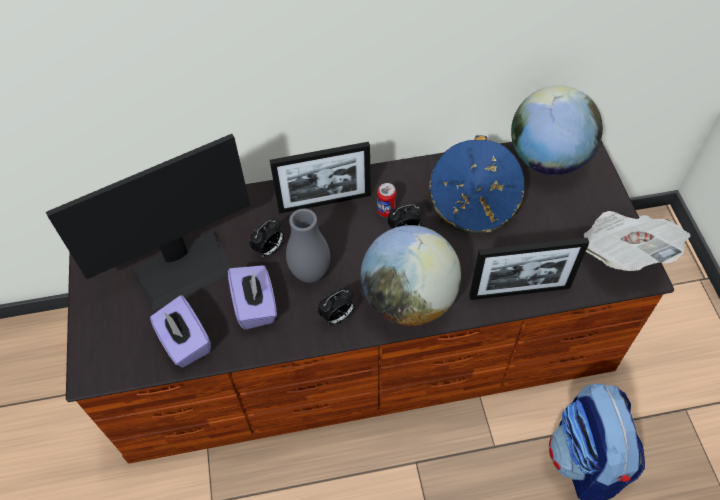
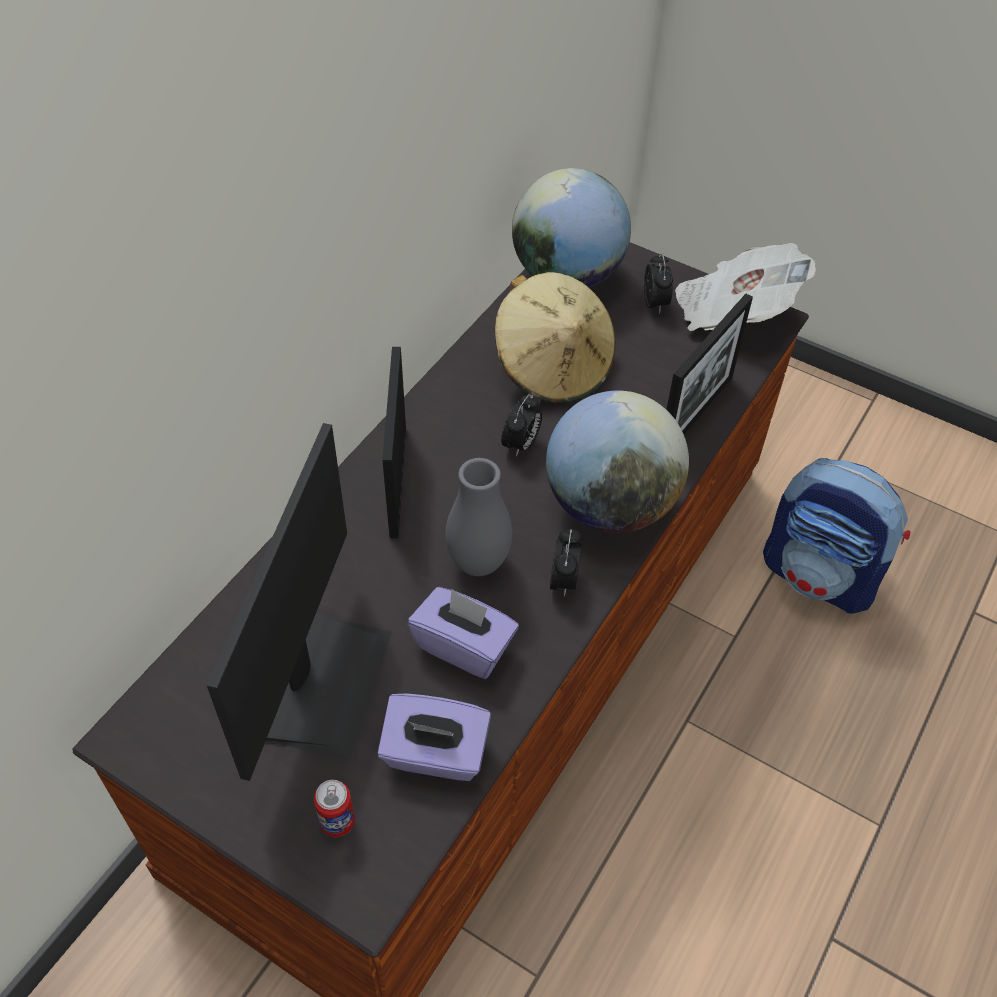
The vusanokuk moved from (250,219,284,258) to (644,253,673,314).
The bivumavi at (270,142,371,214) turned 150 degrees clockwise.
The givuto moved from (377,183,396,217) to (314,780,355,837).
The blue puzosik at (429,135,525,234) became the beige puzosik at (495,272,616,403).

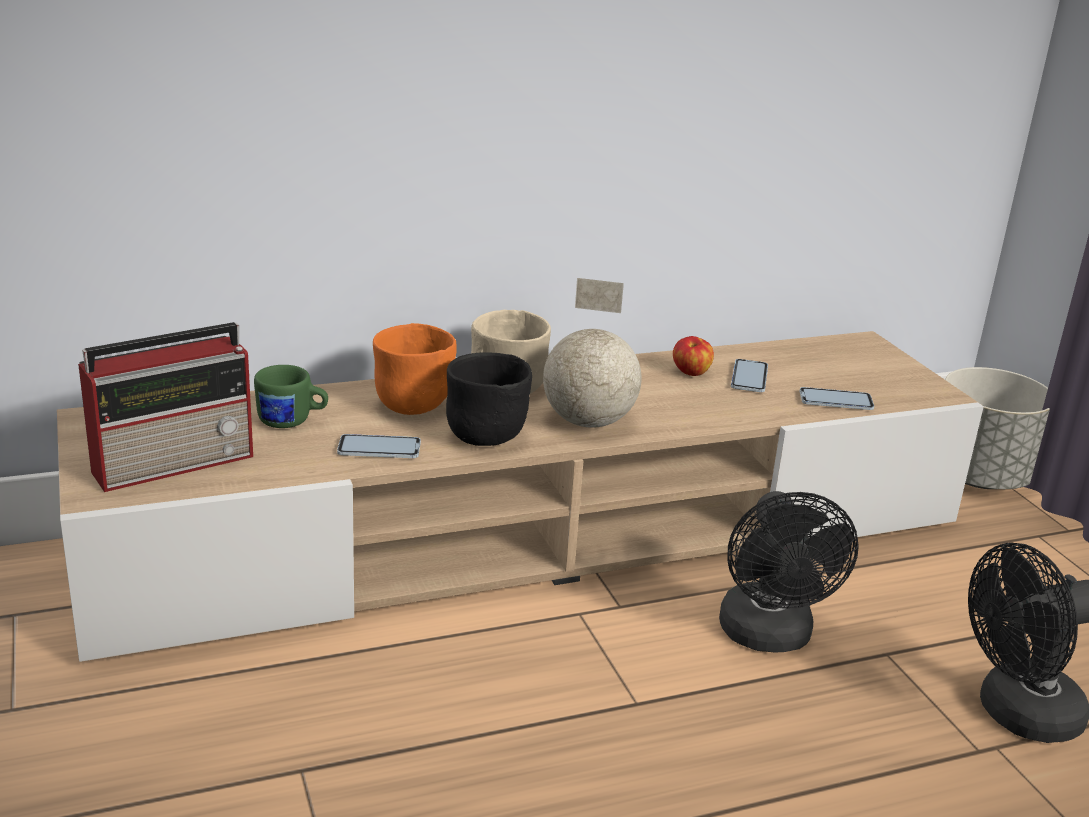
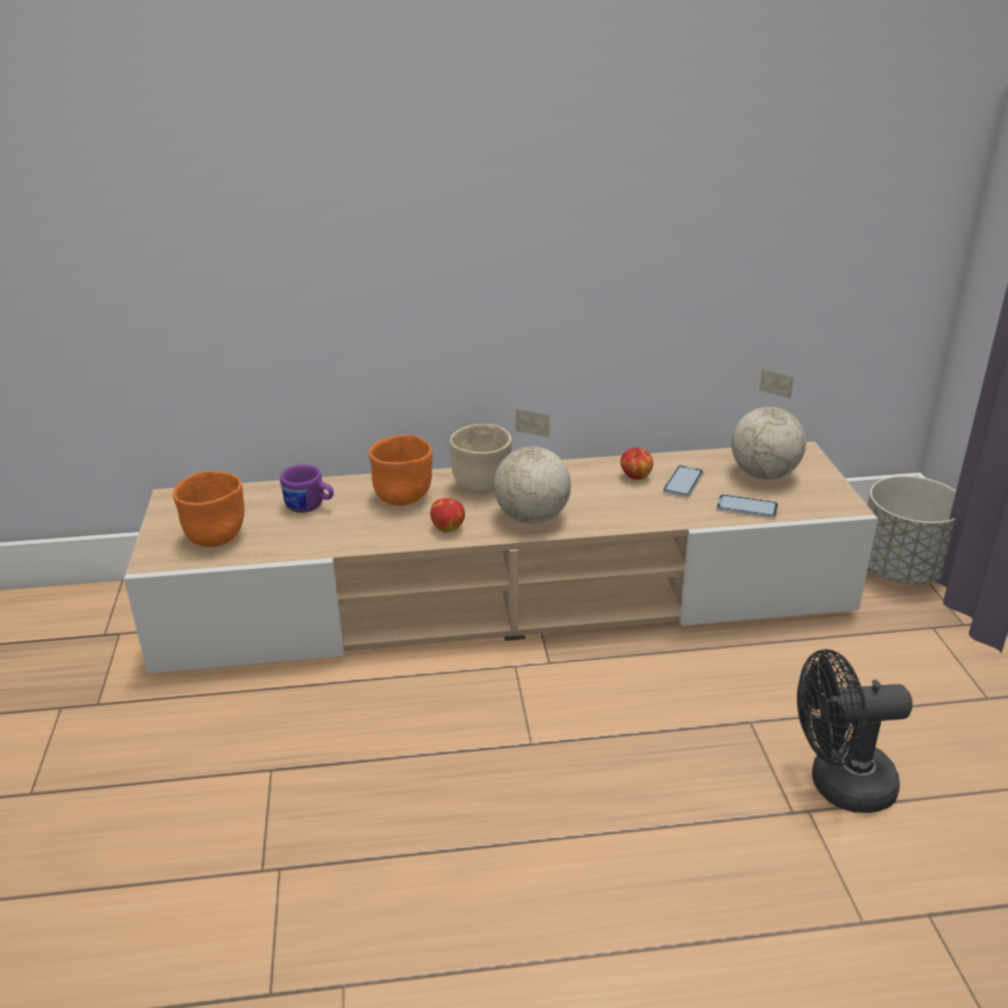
The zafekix at (78,322,253,492) was replaced by the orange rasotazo at (173,471,244,547).
The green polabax at (254,365,328,428) became the purple polabax at (280,464,334,513).
The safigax at (337,434,421,458) disappeared.
The black rasotazo at (446,352,532,446) was replaced by the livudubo at (430,498,465,533).
The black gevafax at (719,491,859,653) disappeared.
The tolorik at (731,369,806,480) appeared.

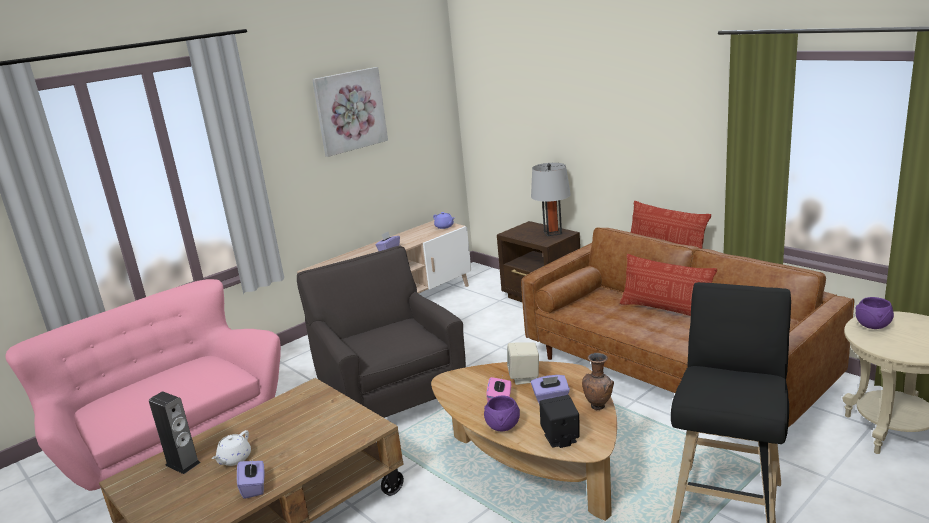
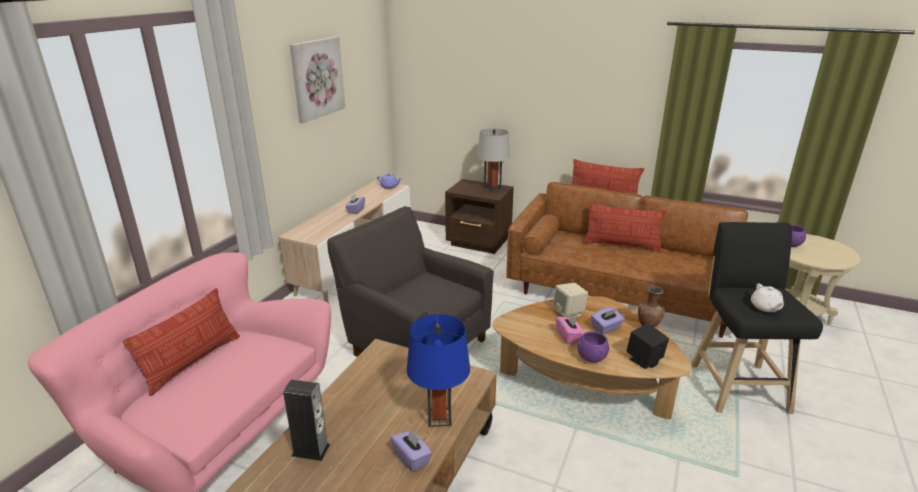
The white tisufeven moved from (212,430,251,466) to (751,284,784,312).
The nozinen at (123,288,240,396) appeared.
The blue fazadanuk at (407,314,470,427) appeared.

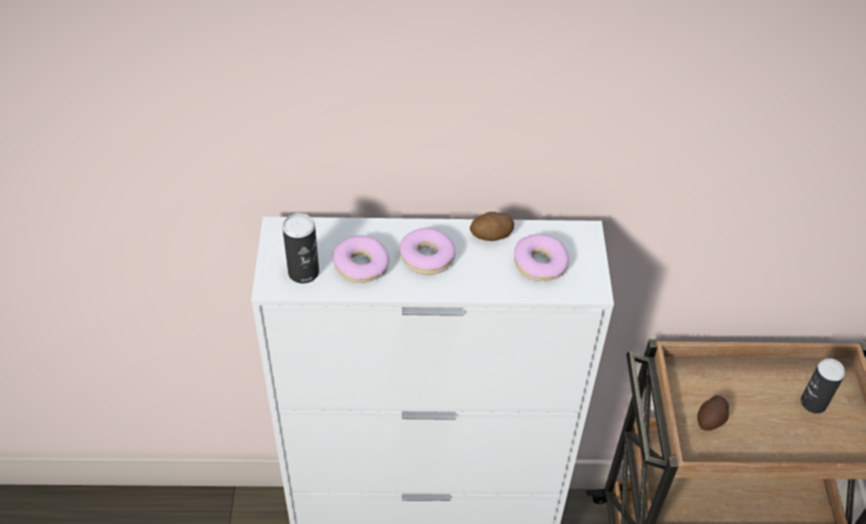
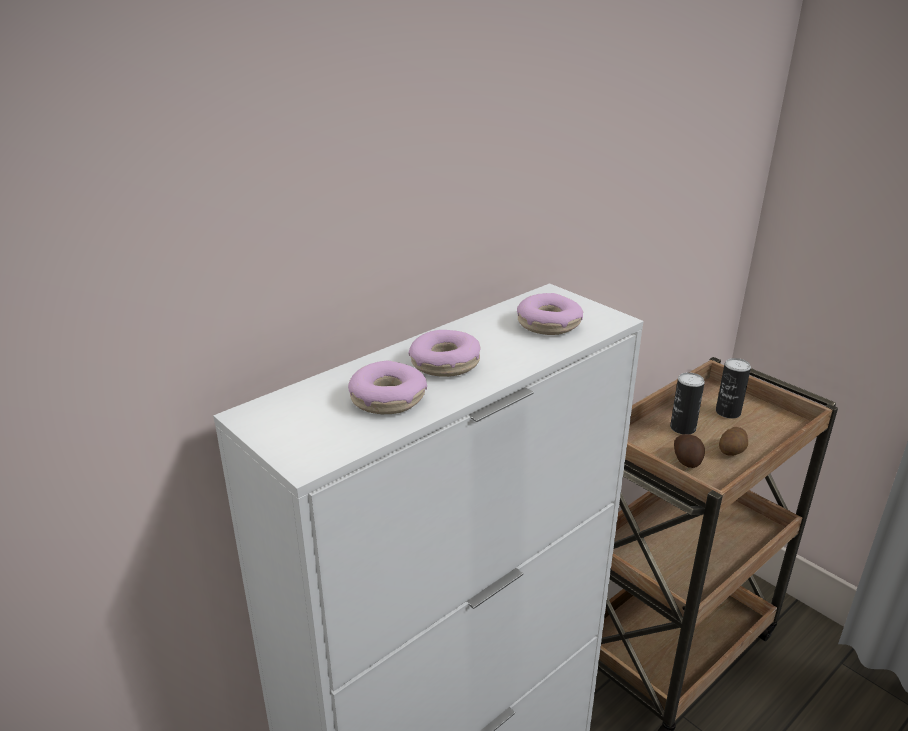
The givuto moved from (282,213,319,283) to (670,372,705,434).
The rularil moved from (470,212,514,241) to (719,427,748,456).

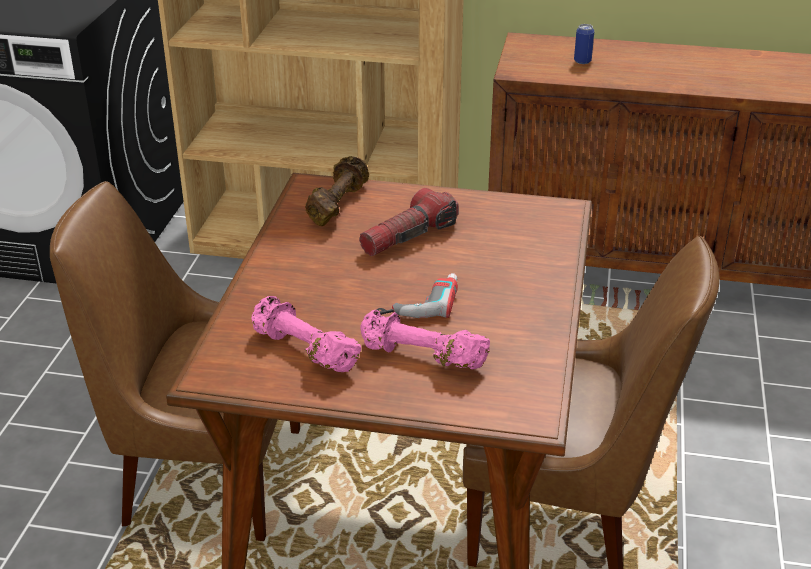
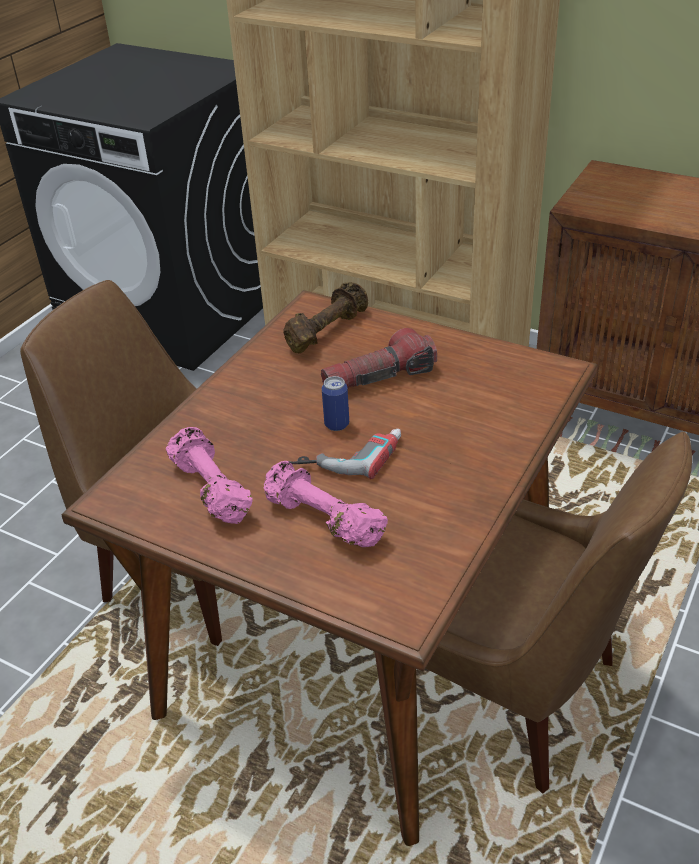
The givuto moved from (574,24,594,64) to (322,376,349,431).

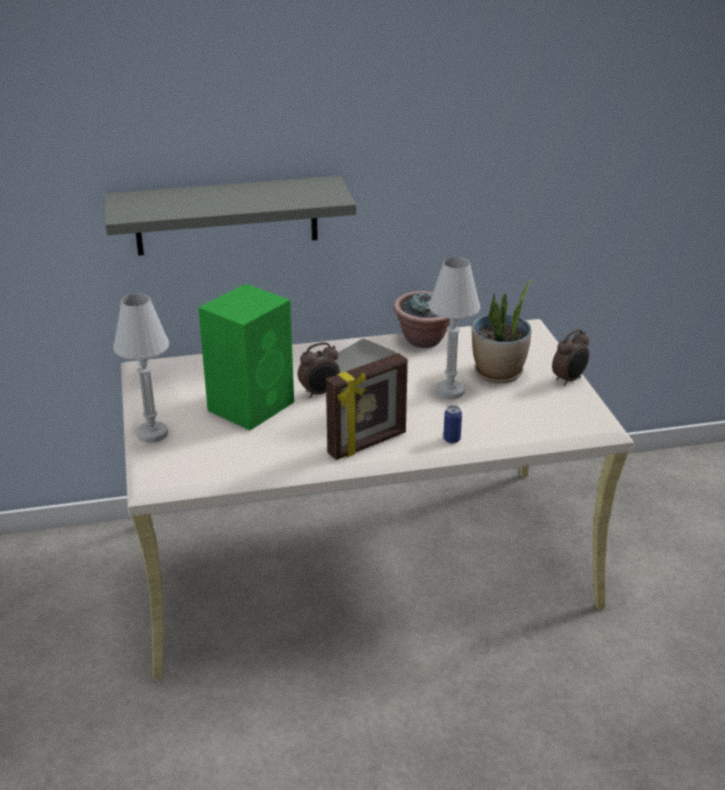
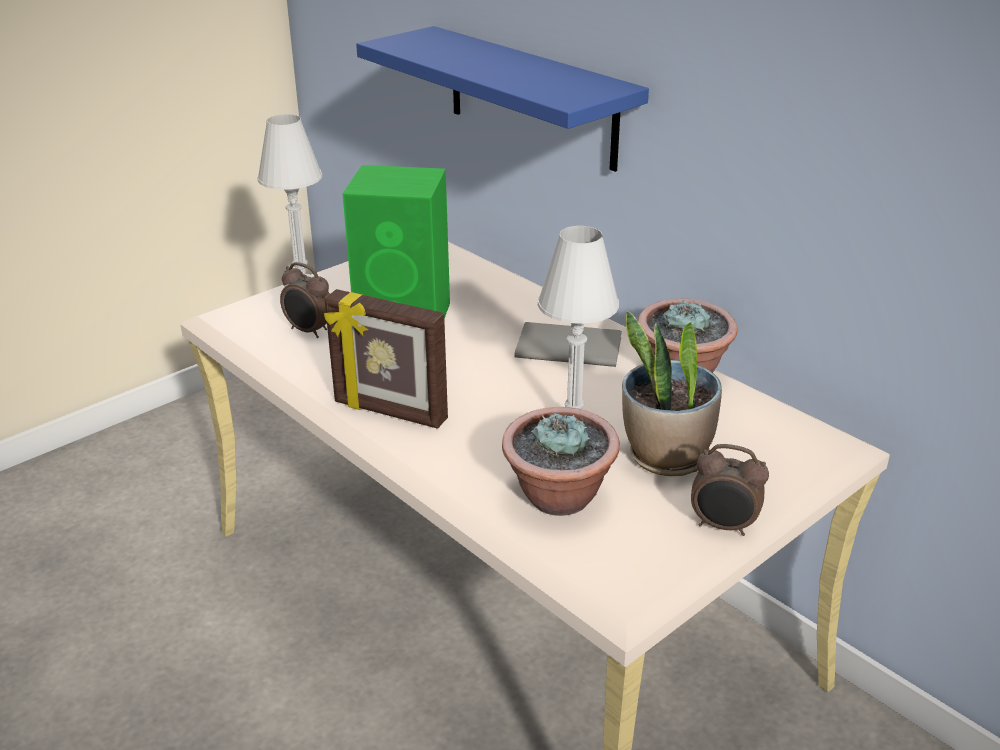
The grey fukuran at (104,176,356,256) became the blue fukuran at (356,26,649,172).
The vusanokuk moved from (298,342,340,398) to (280,262,330,338).
The givuto at (443,405,462,443) disappeared.
The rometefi at (502,407,620,516) appeared.

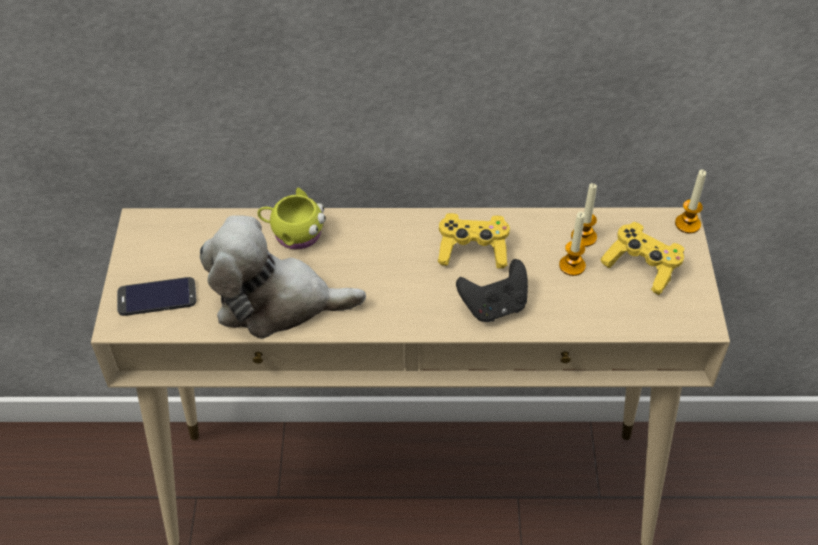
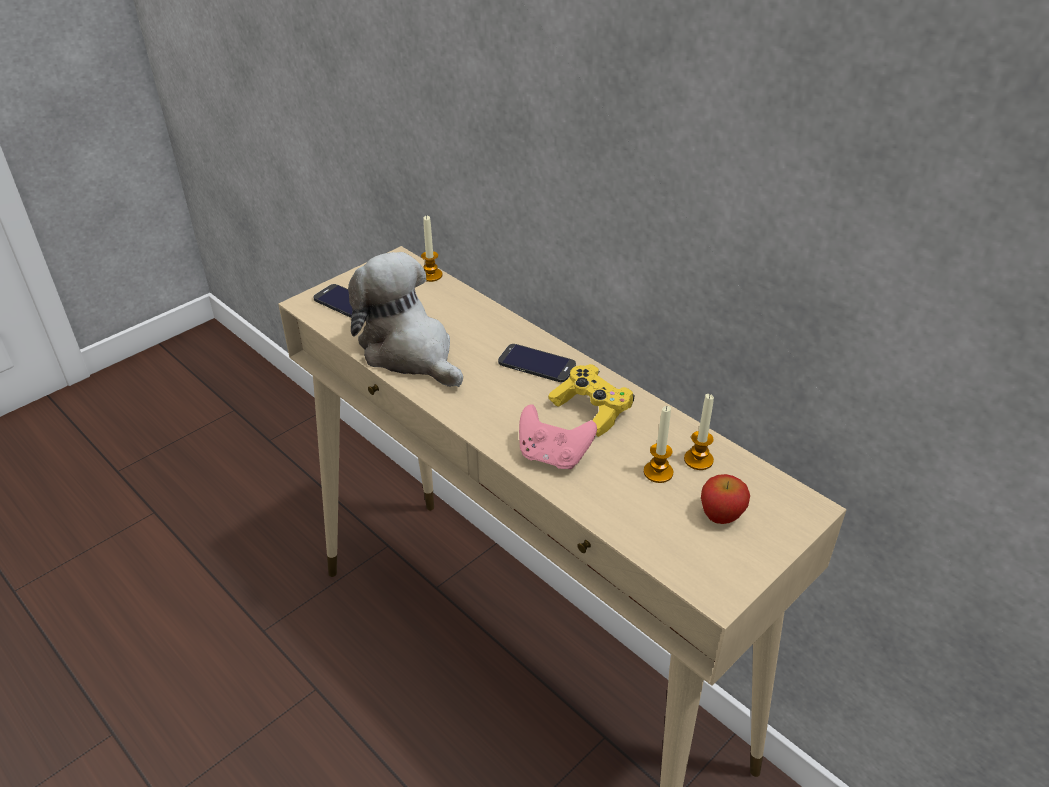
The yellow polabax at (257,188,326,249) disappeared.
The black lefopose at (456,259,528,322) became the pink lefopose at (519,404,597,469).
The yellow lefopose at (600,222,684,295) was replaced by the livudubo at (701,474,750,524).
The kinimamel moved from (675,169,706,234) to (421,215,443,282).
The safigax at (498,344,576,382) appeared.

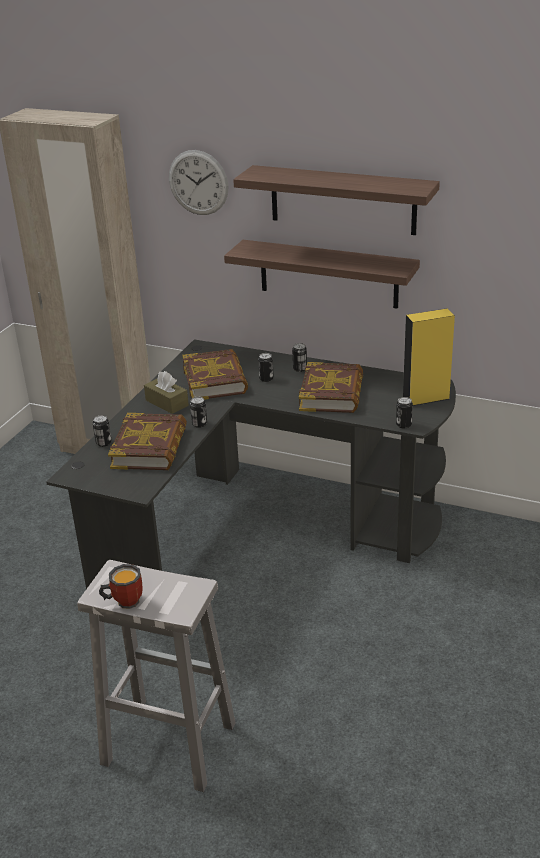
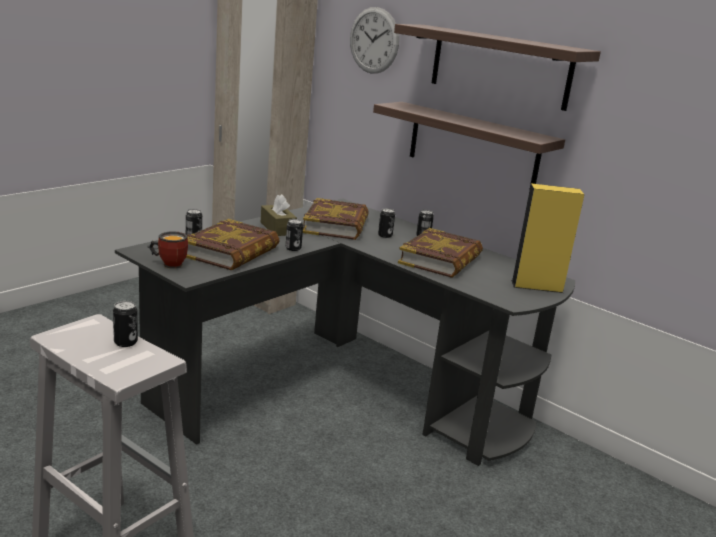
The polabax moved from (99,564,142,609) to (149,231,188,269).
The givuto moved from (396,397,413,428) to (113,301,138,347).

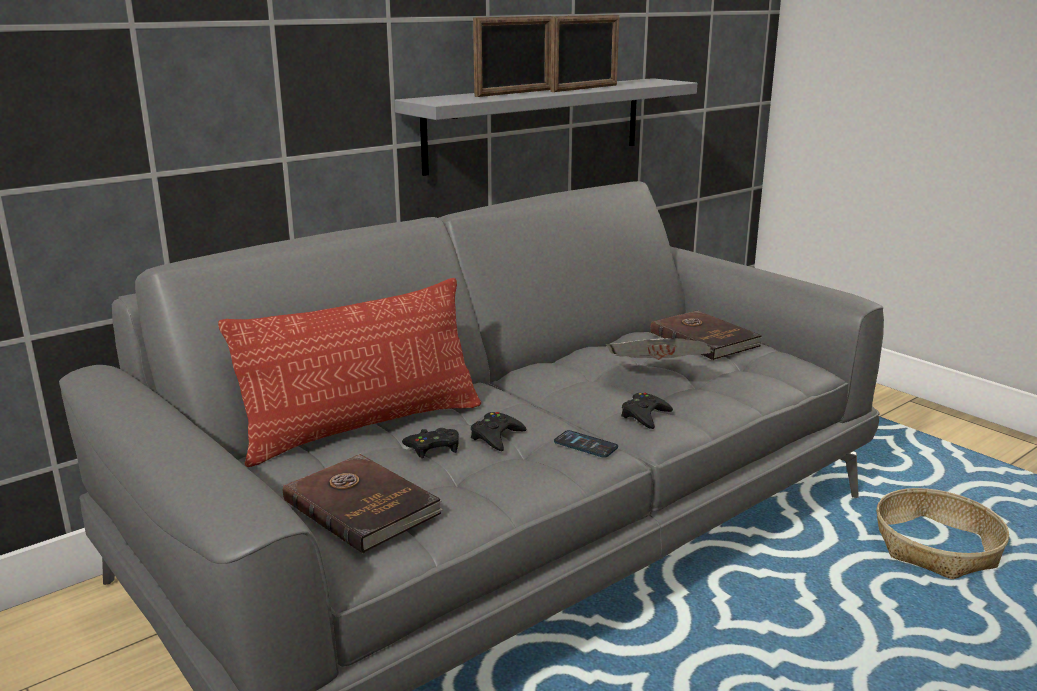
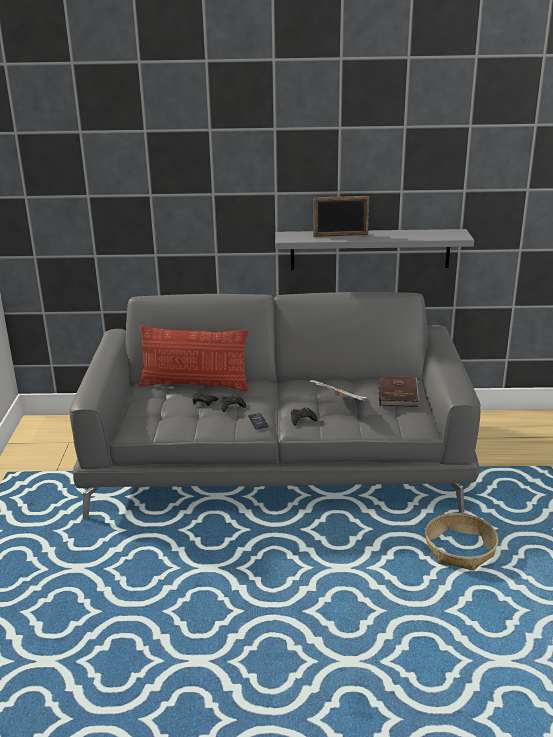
The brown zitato at (283,454,443,553) disappeared.
The bivumavi at (551,15,619,92) disappeared.

